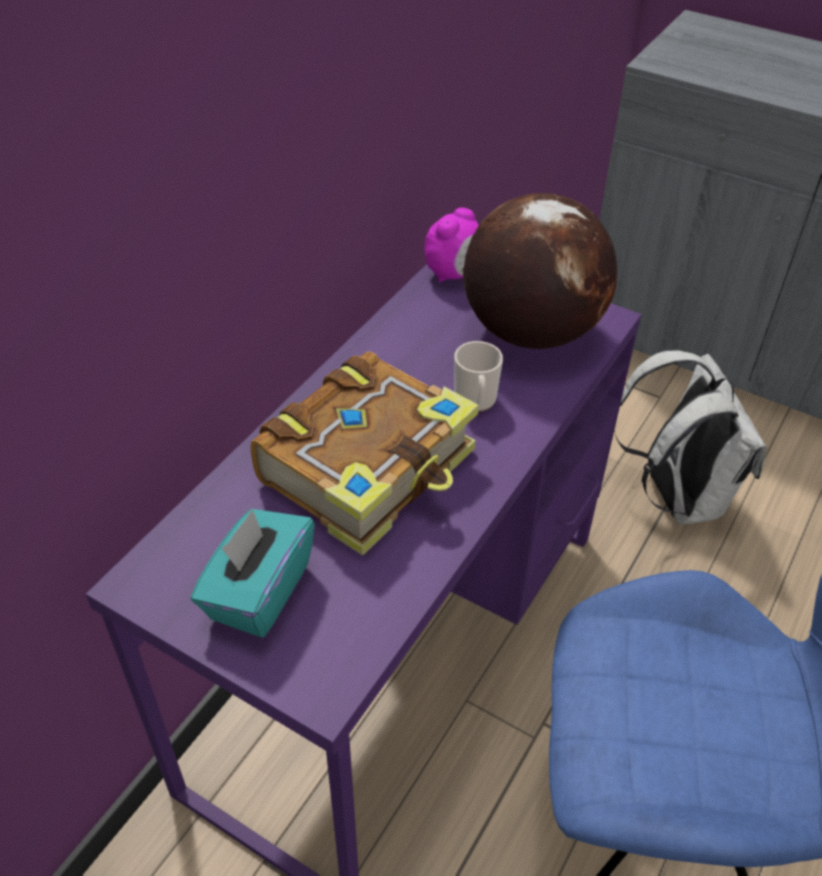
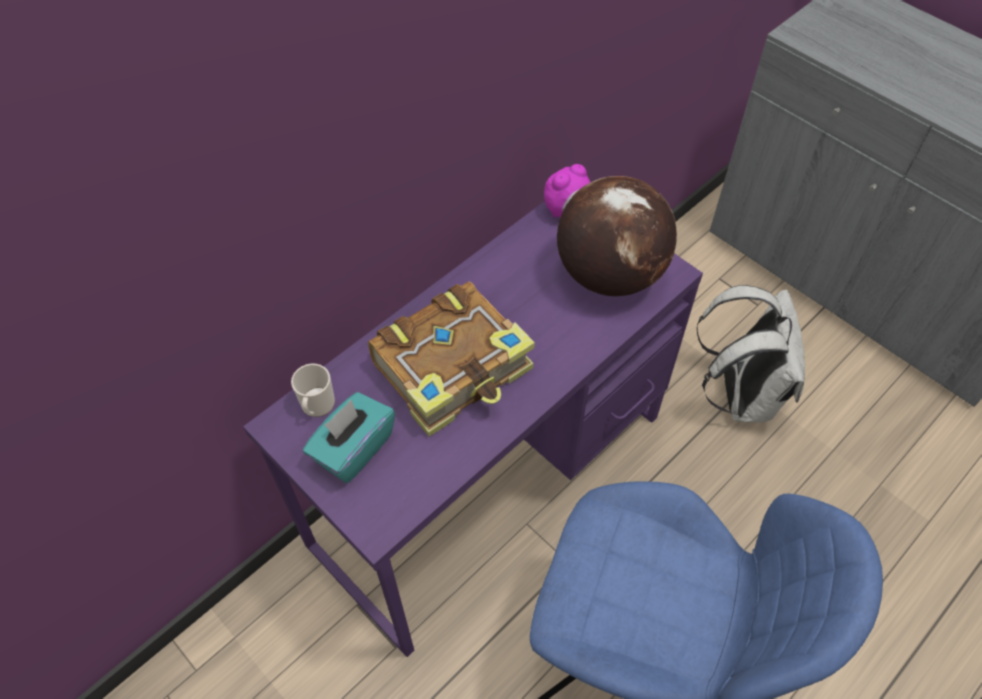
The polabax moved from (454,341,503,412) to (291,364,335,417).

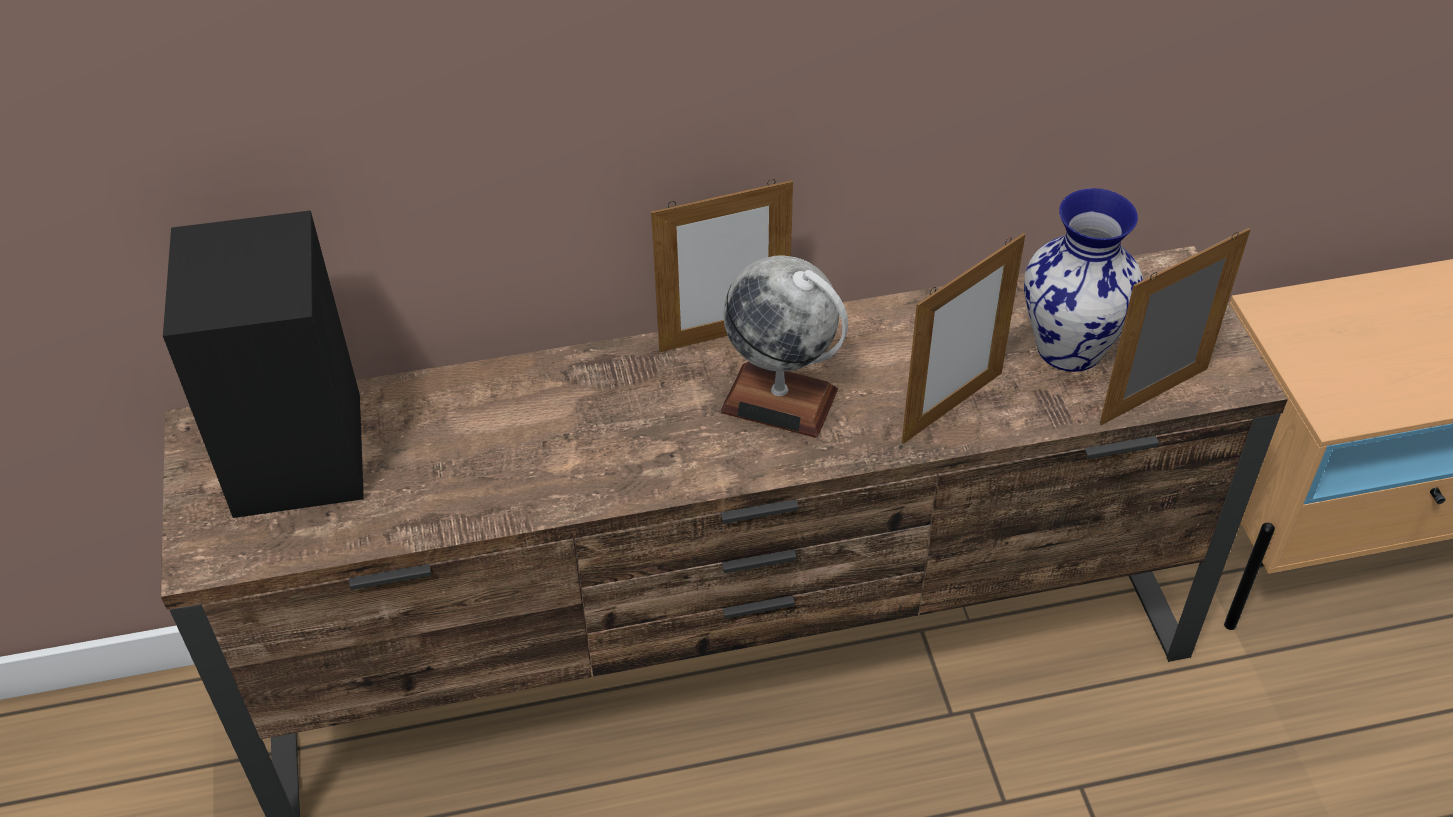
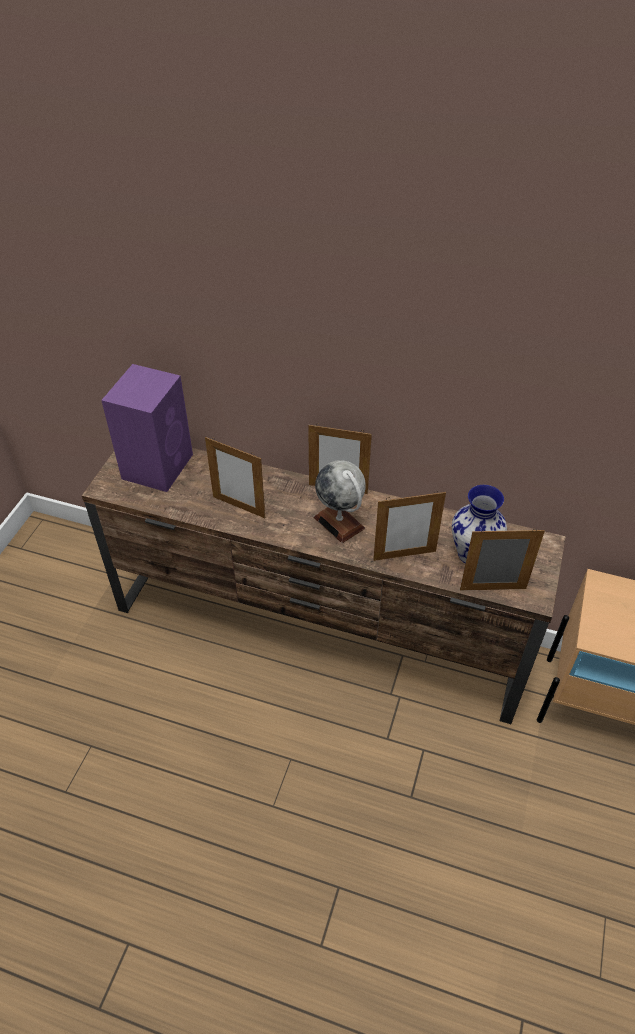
The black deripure at (163,210,364,518) became the purple deripure at (101,364,193,492).
The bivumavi at (205,437,265,518) appeared.

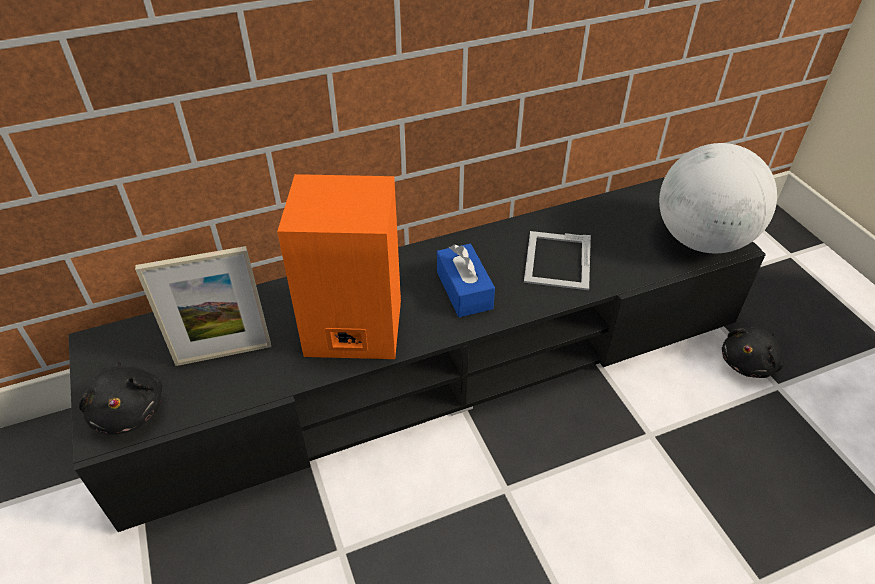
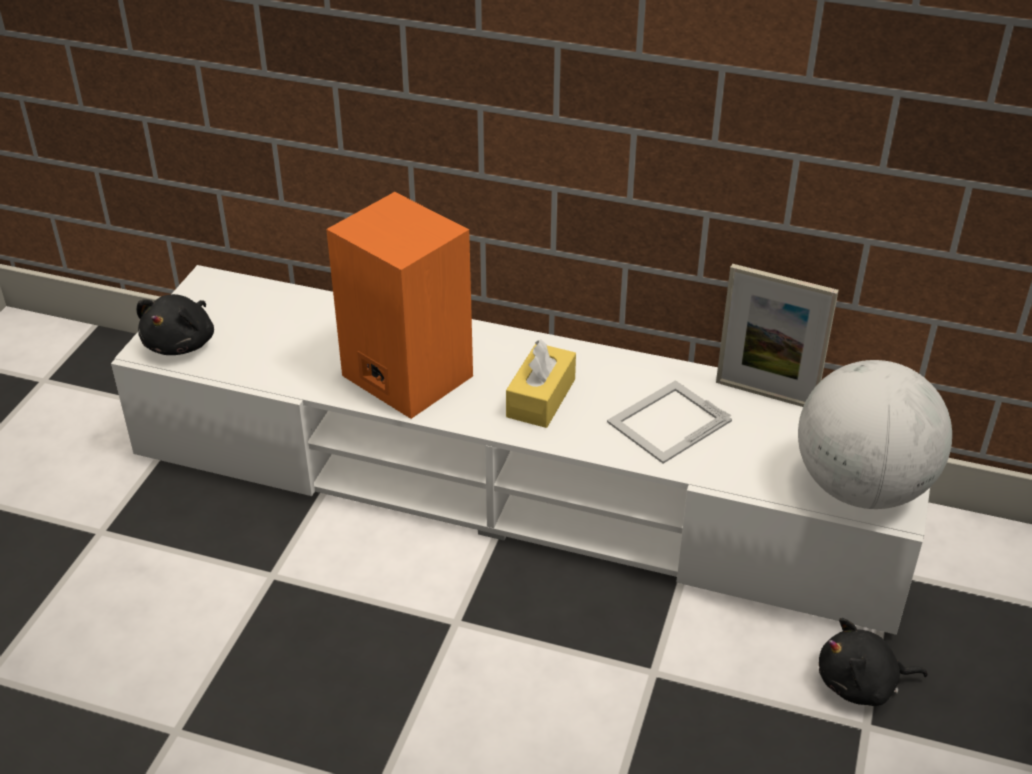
The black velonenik at (68,177,766,532) became the white velonenik at (111,265,930,635).
The bivumavi moved from (135,246,271,366) to (716,264,839,407).
The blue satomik at (437,244,495,317) became the yellow satomik at (506,339,576,428).

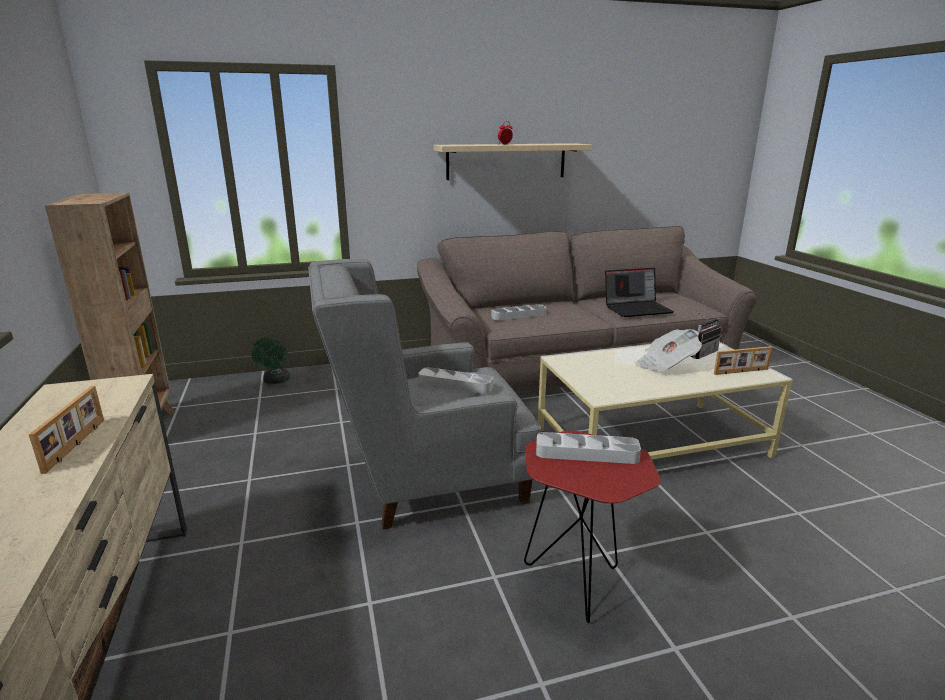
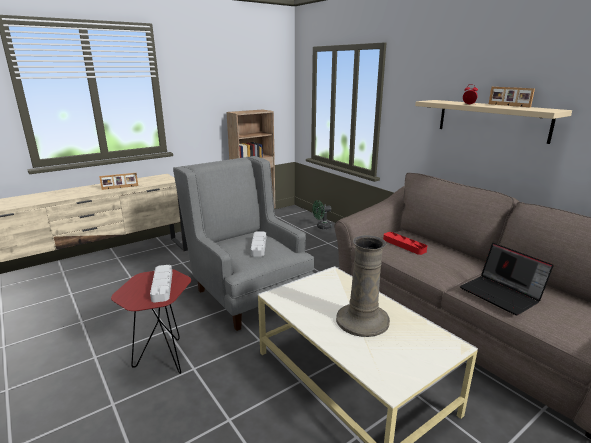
The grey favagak at (491,304,546,321) became the red favagak at (383,232,427,255).
The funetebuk at (636,329,702,372) was replaced by the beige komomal at (336,235,390,337).
The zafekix at (691,311,722,359) disappeared.
The bivumavi moved from (714,346,773,375) to (489,87,535,107).

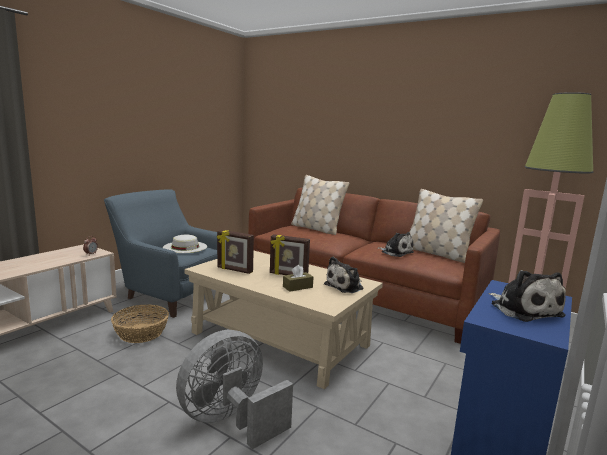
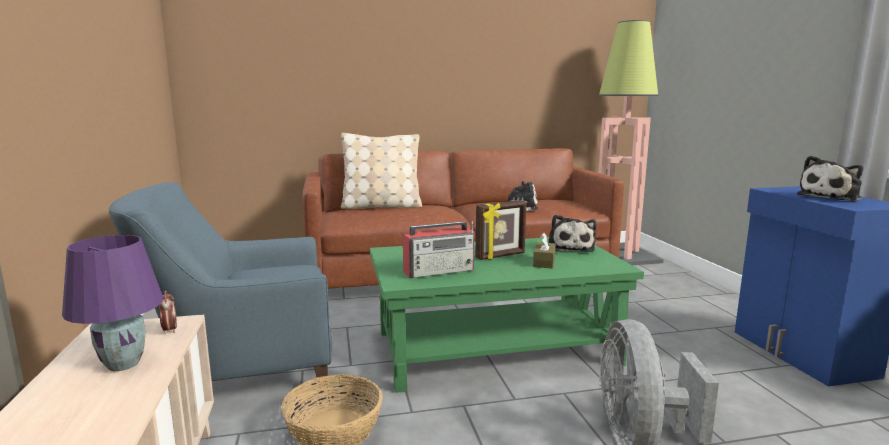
The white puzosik at (163,235,207,253) disappeared.
The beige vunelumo at (185,251,383,389) became the green vunelumo at (370,237,644,393).
The bivumavi at (217,230,254,274) was replaced by the zafekix at (403,221,474,278).
The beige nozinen at (410,189,483,263) disappeared.
The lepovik at (489,270,566,322) turned 120 degrees clockwise.
The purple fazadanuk at (62,235,163,371) appeared.

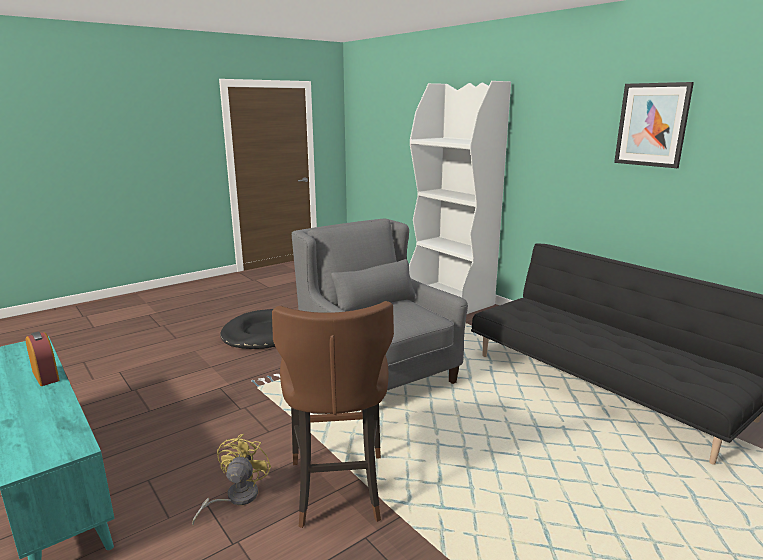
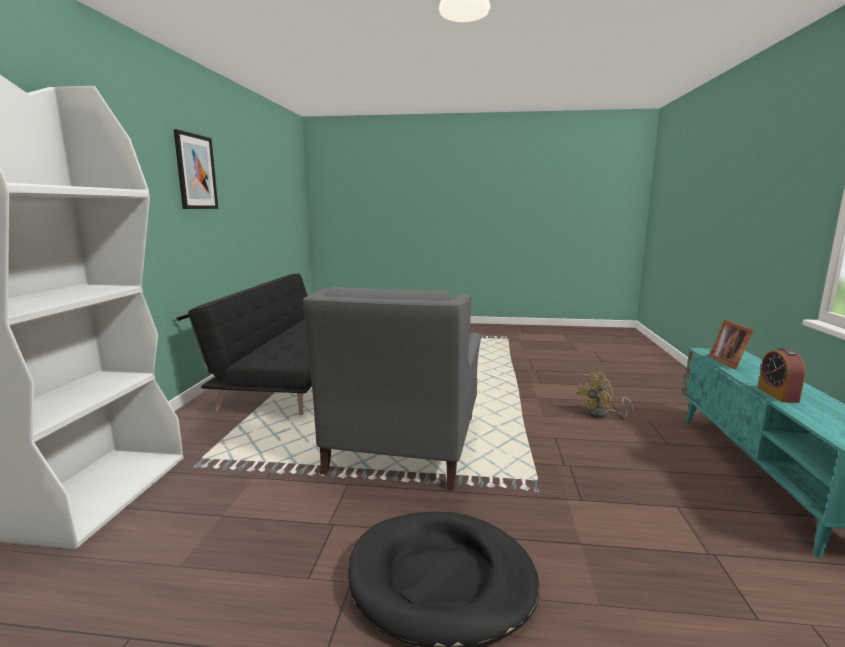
The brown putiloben at (272,301,394,528) disappeared.
The bivumavi at (709,319,754,370) appeared.

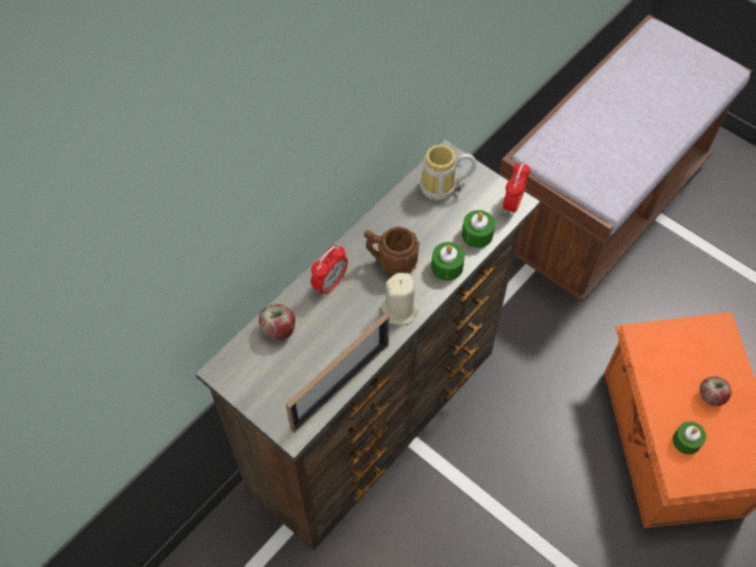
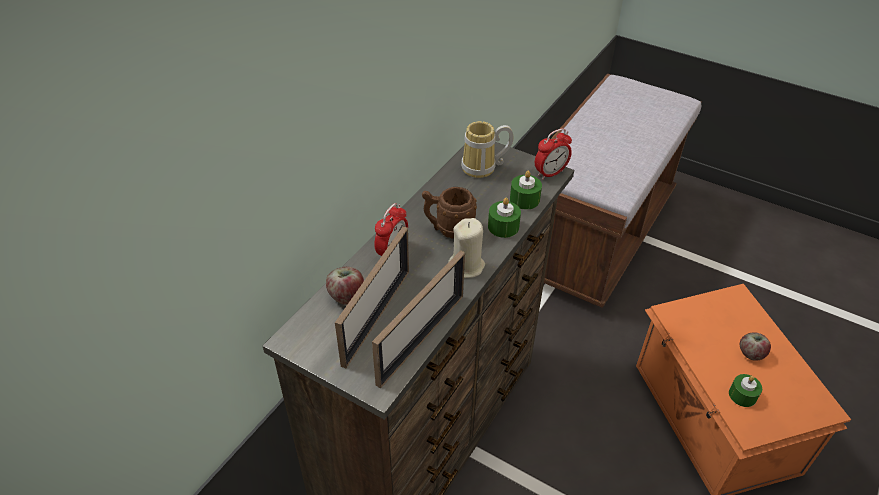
The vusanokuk at (503,162,530,215) turned 45 degrees clockwise.
The bivumavi at (335,227,409,368) appeared.

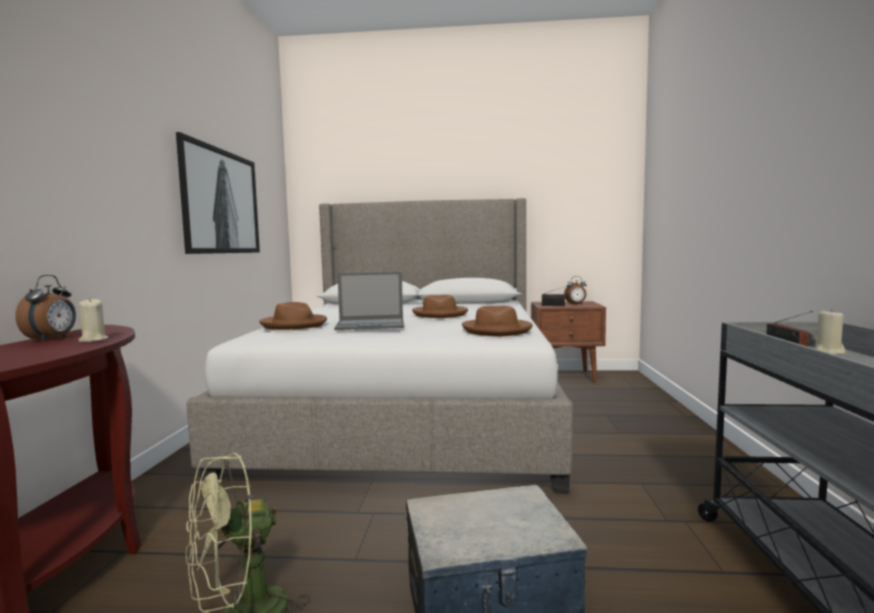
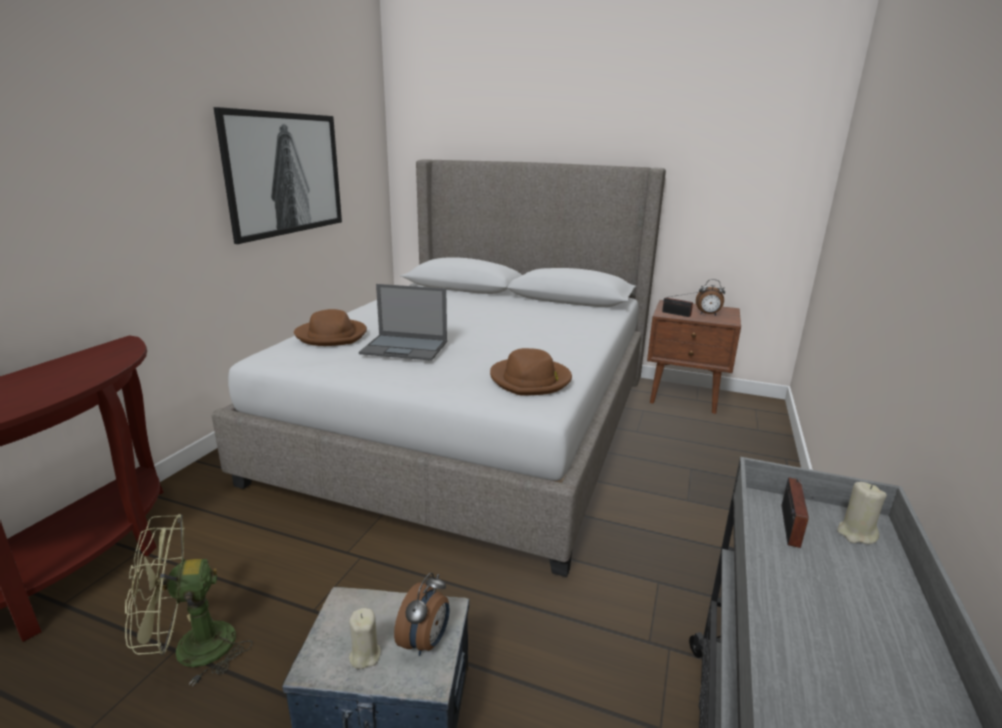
The vusanokuk moved from (15,275,76,342) to (394,573,450,656).
The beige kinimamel moved from (79,298,108,342) to (349,608,381,669).
The brown puzosik at (412,295,468,318) disappeared.

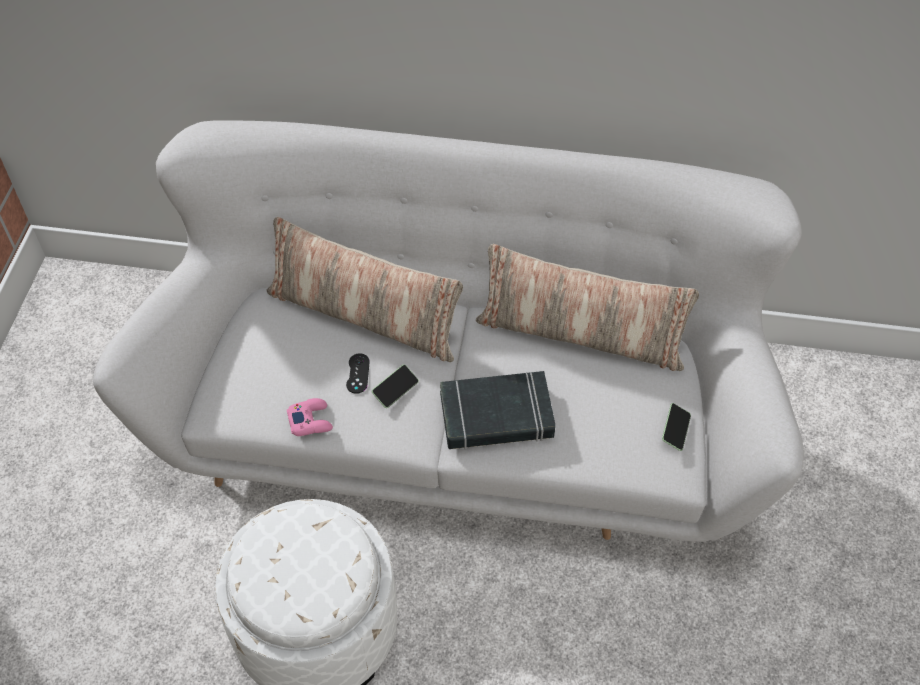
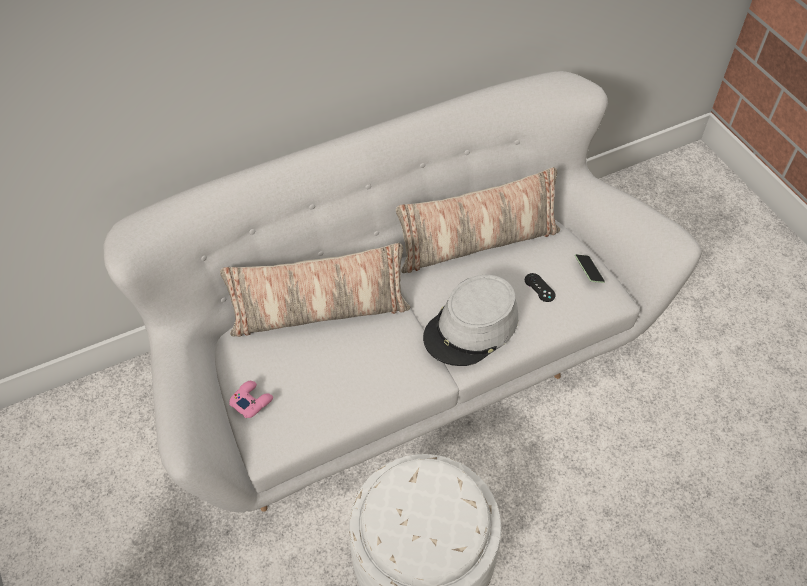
The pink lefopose moved from (287,398,333,436) to (229,381,273,418).
The black lefopose moved from (346,353,370,394) to (525,273,556,302).
The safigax at (372,365,419,408) disappeared.
The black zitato at (440,371,556,450) was replaced by the grey puzosik at (423,275,518,366).

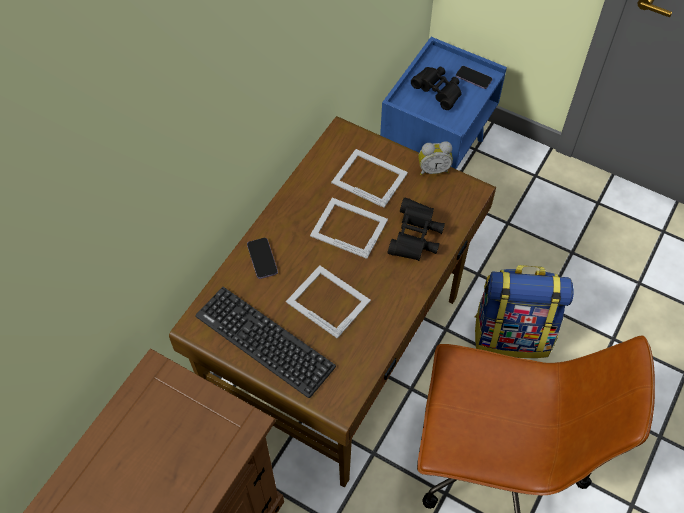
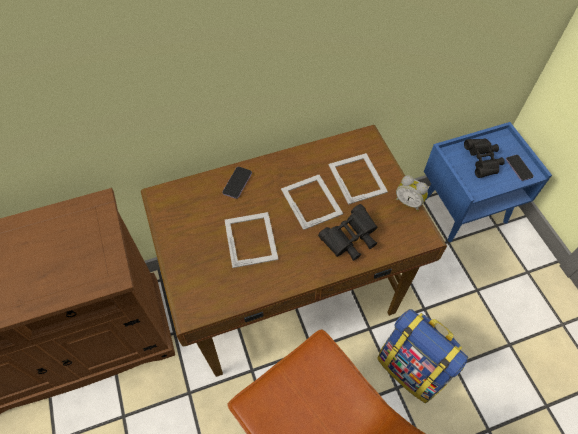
The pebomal at (195,287,336,398) disappeared.

